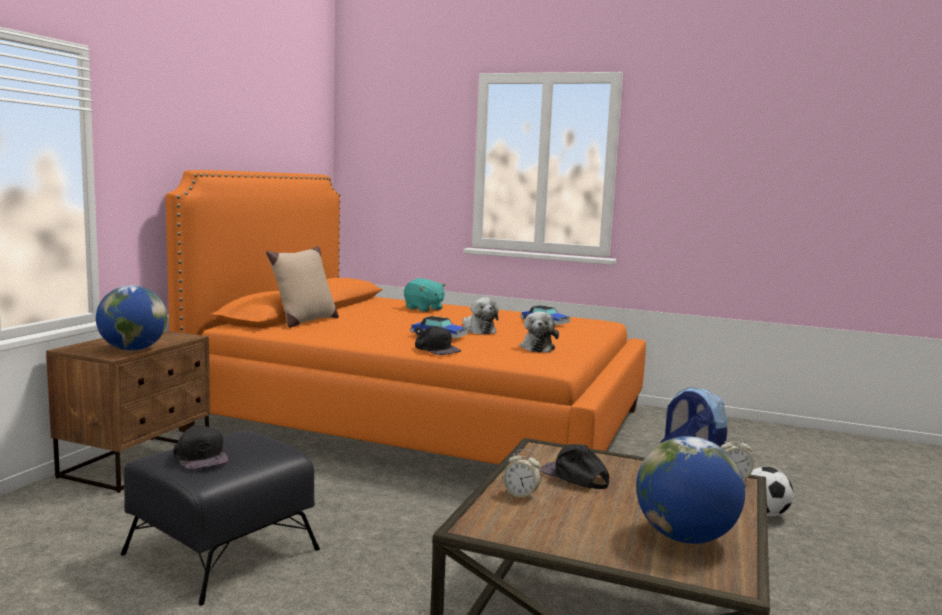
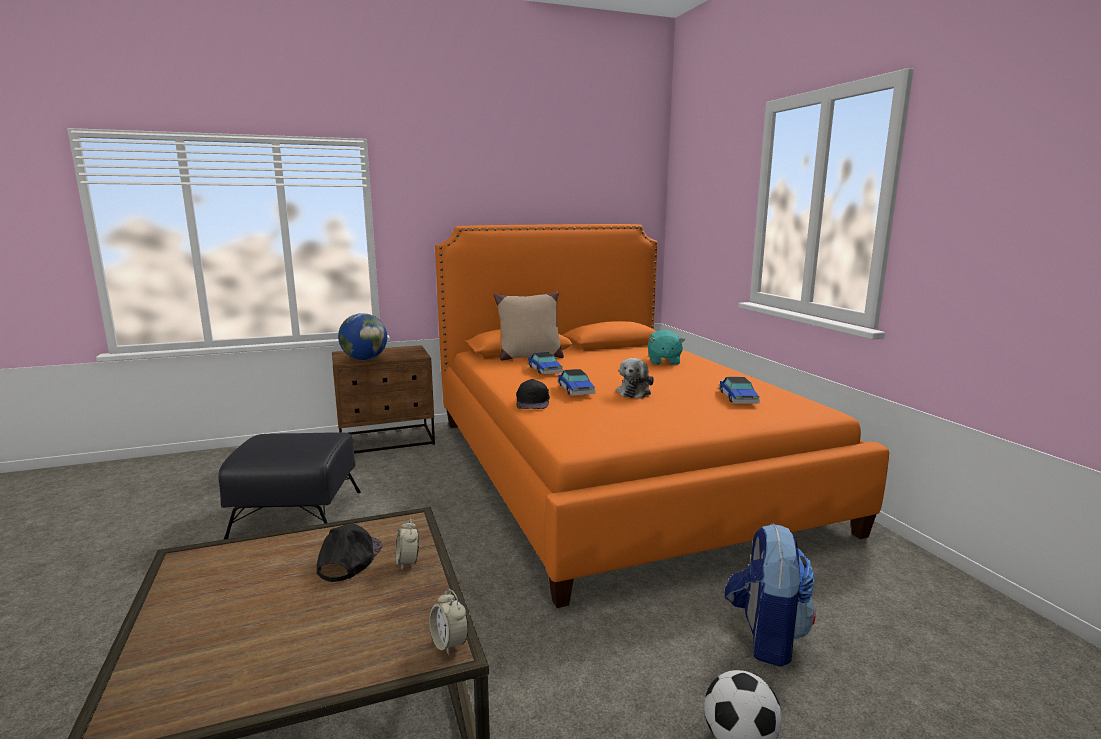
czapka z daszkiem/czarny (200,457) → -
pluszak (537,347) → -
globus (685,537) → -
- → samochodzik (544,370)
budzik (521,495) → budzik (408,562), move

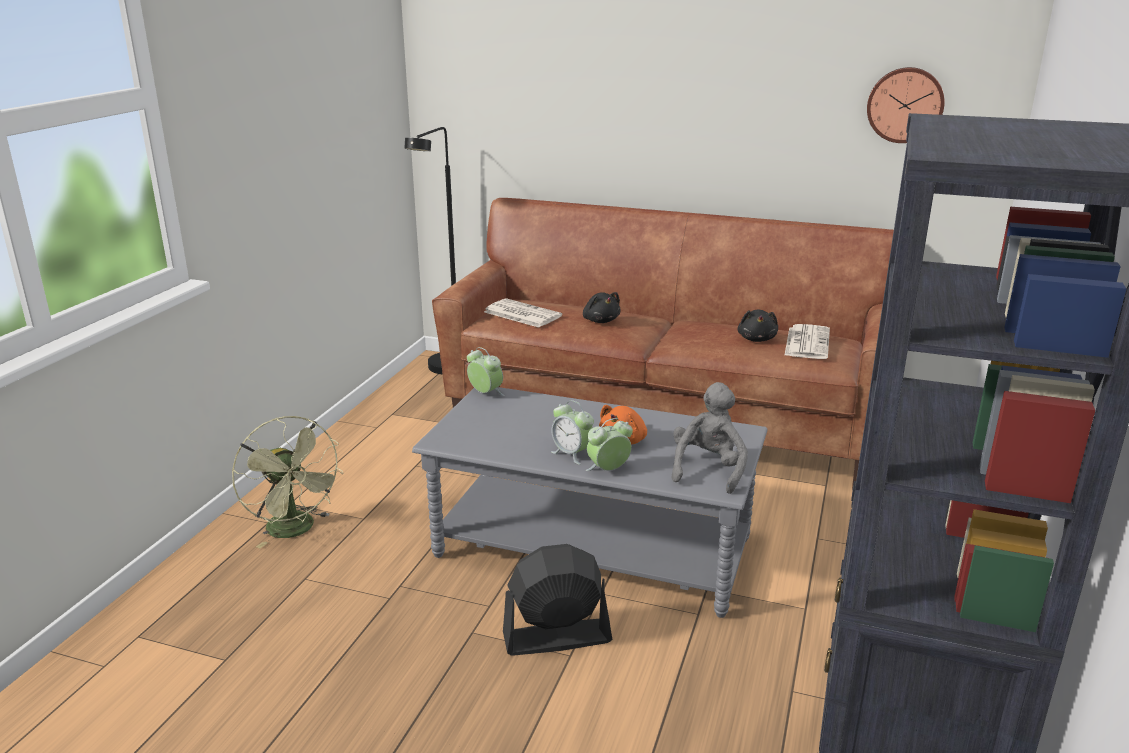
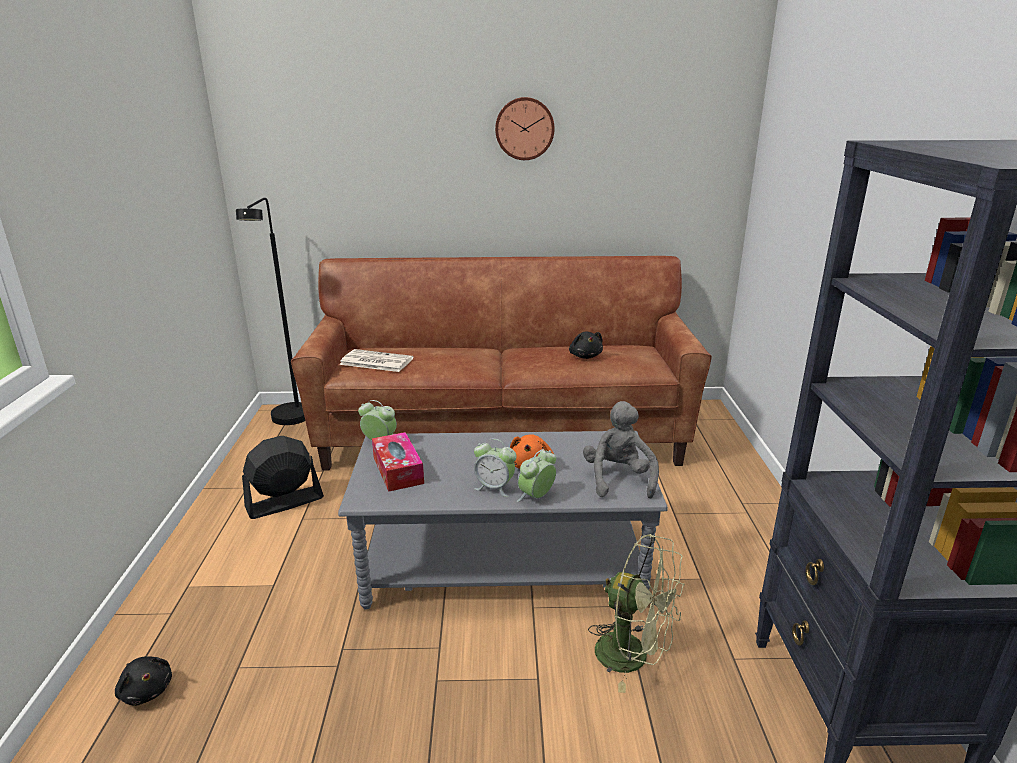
gazeta (806,342) → -
- → pudełko chusteczek (398,470)
wentylator/zielony (296,530) → wentylator/zielony (633,656), move
wentylator/czarny (556,637) → wentylator/czarny (284,502), move
pluszak/czarny (600,320) → pluszak/czarny (146,690), move
zegar ścienny (905,105) → zegar ścienny (524,128), move

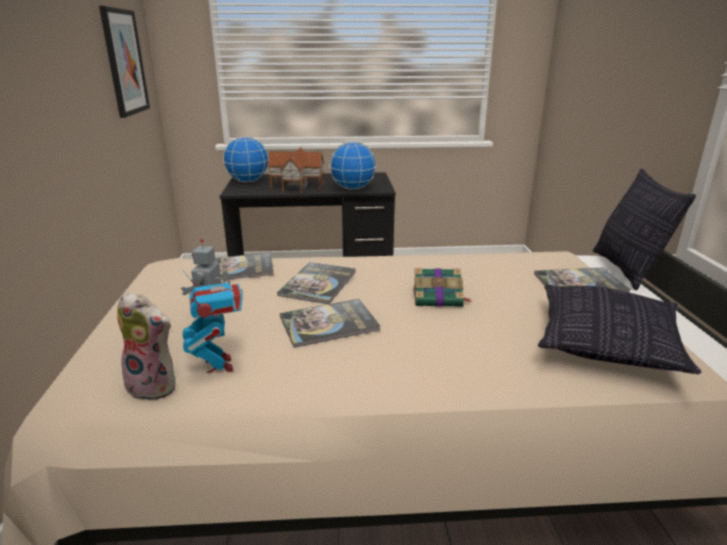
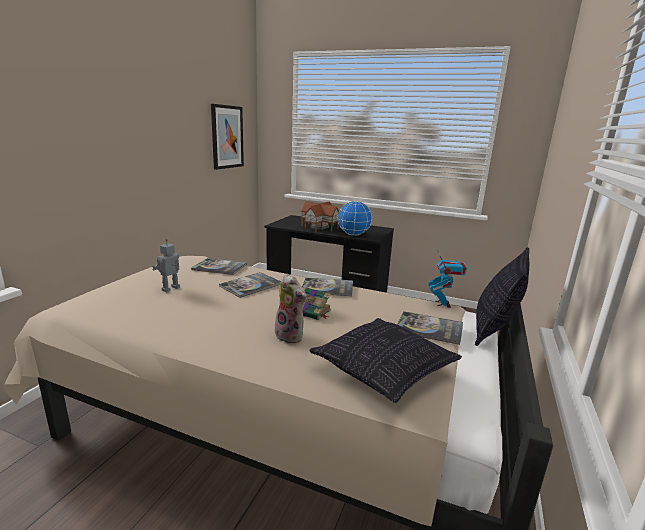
globus (248,181) → -
pluszak (156,385) → pluszak (291,336), move
robot zabawkowy (219,365) → robot zabawkowy (443,304), move
książka (329,323) → książka (327,288), move

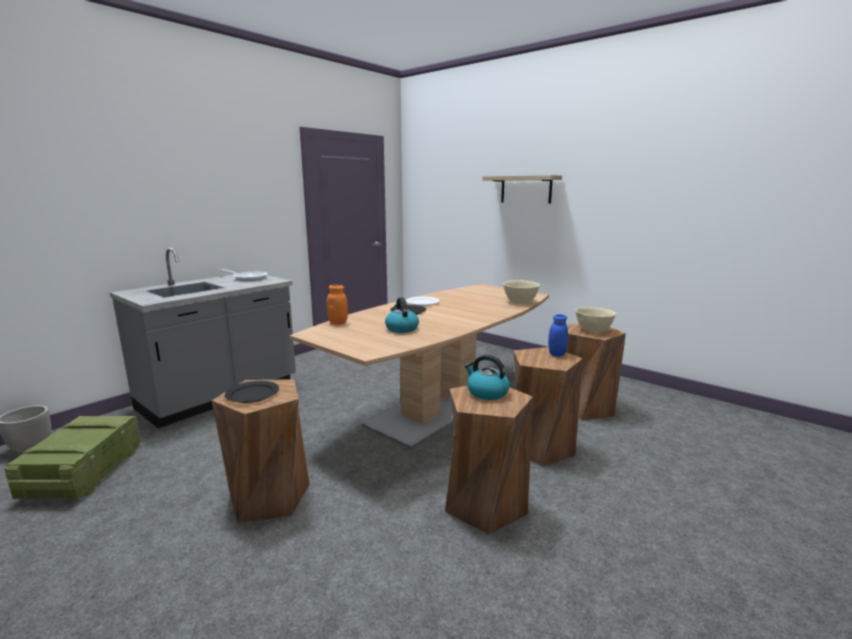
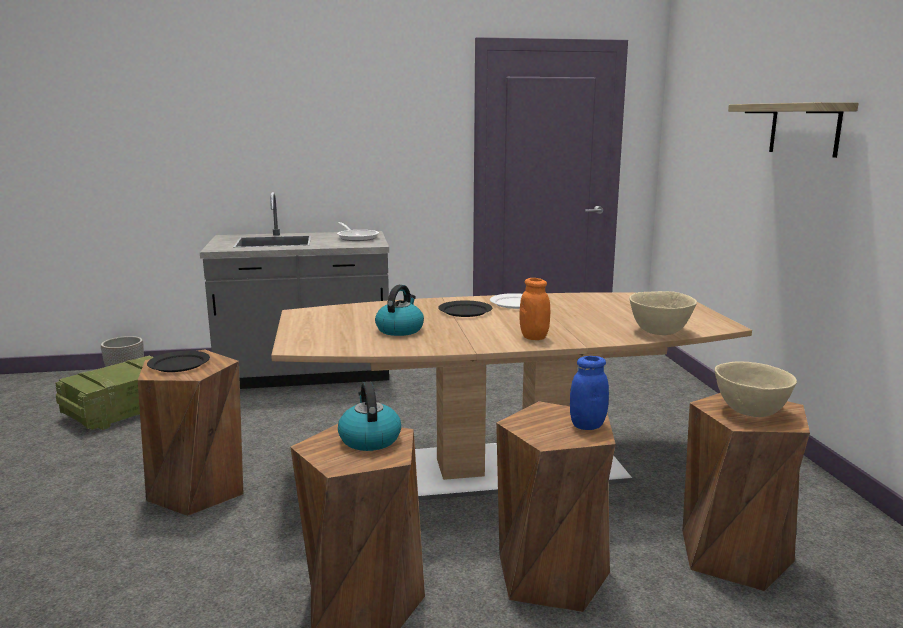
słoik/pomarańczowy (338,323) → słoik/pomarańczowy (534,337), move

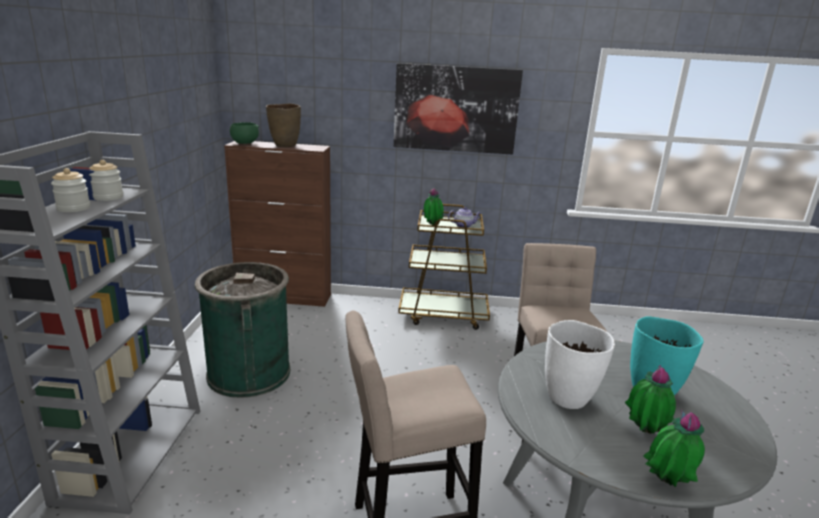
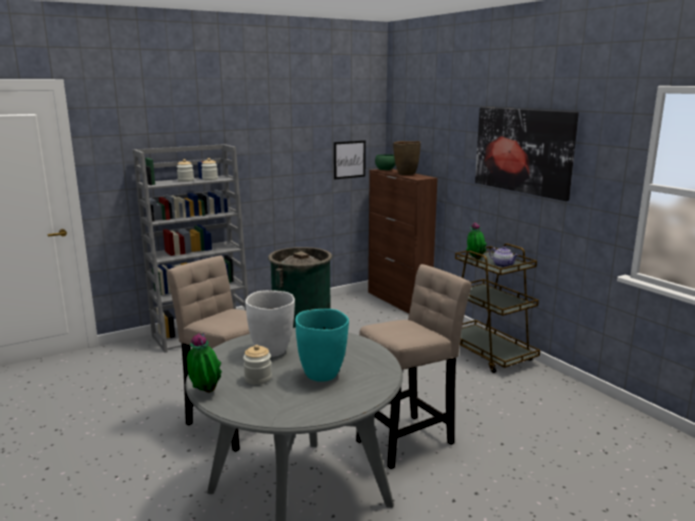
- → obraz (349,159)
roślina doniczkowa (643,433) → słoik (258,378)

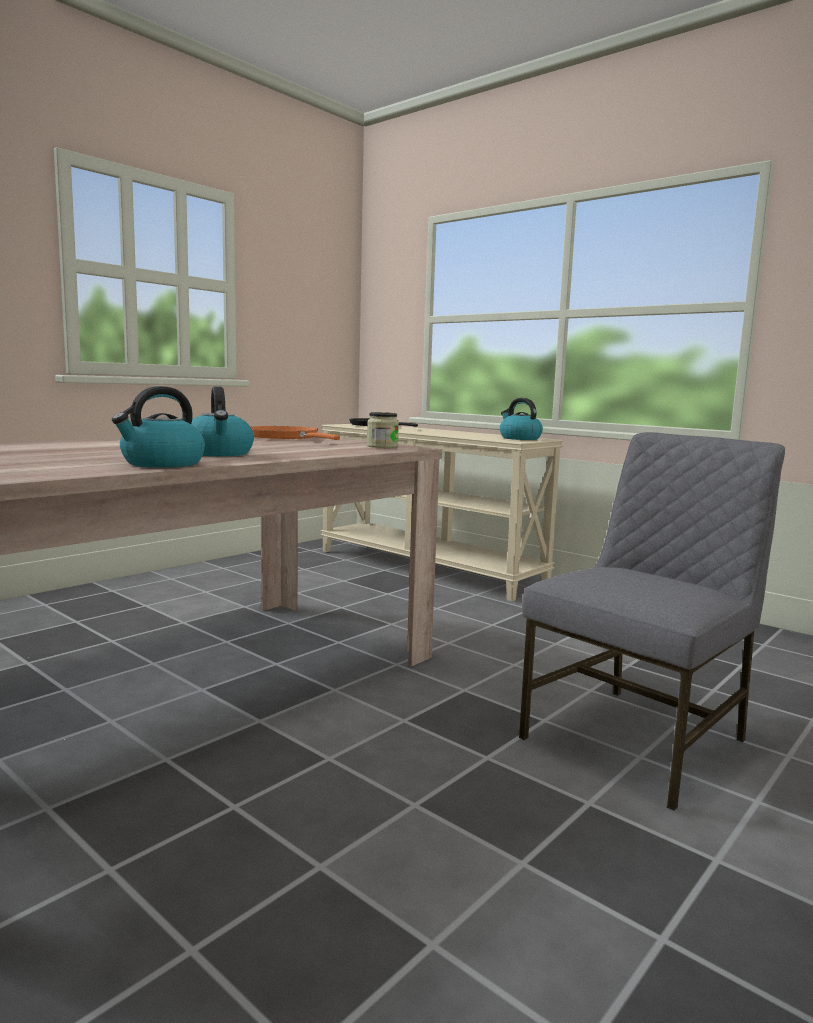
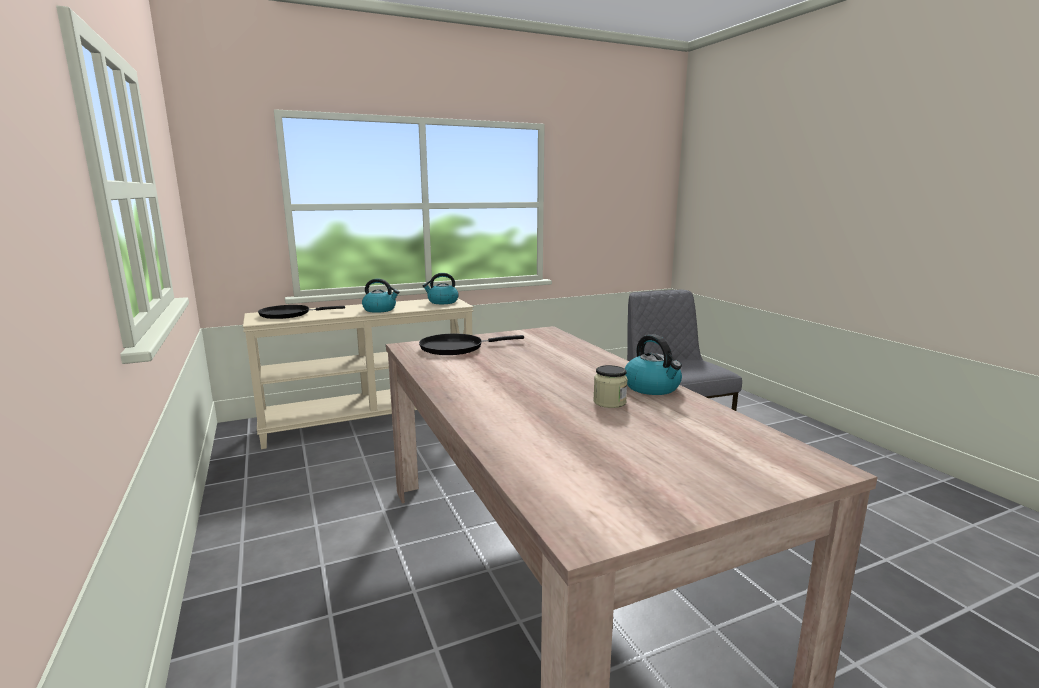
czajnik (219,453) → czajnik (380,309), move
słoik (382,446) → słoik (609,402), move
patelnia/pomarańczowy (285,438) → patelnia/czarny (456,348)

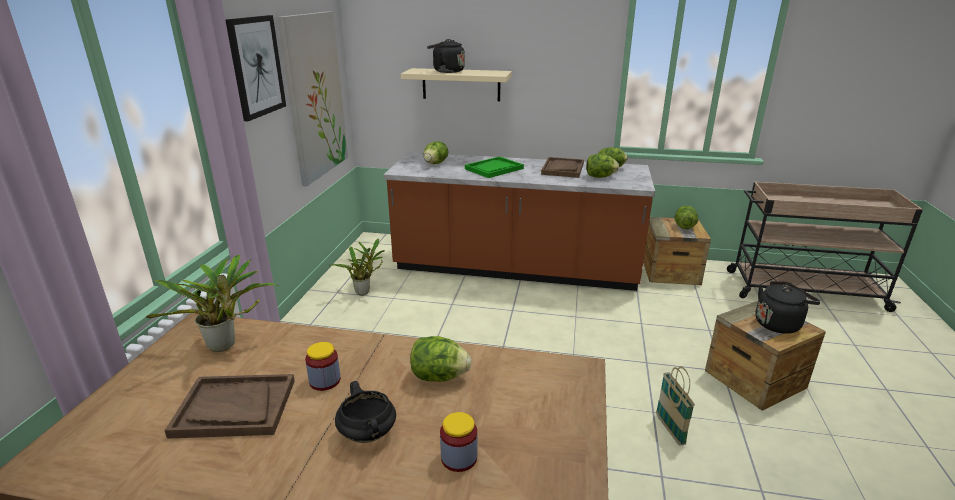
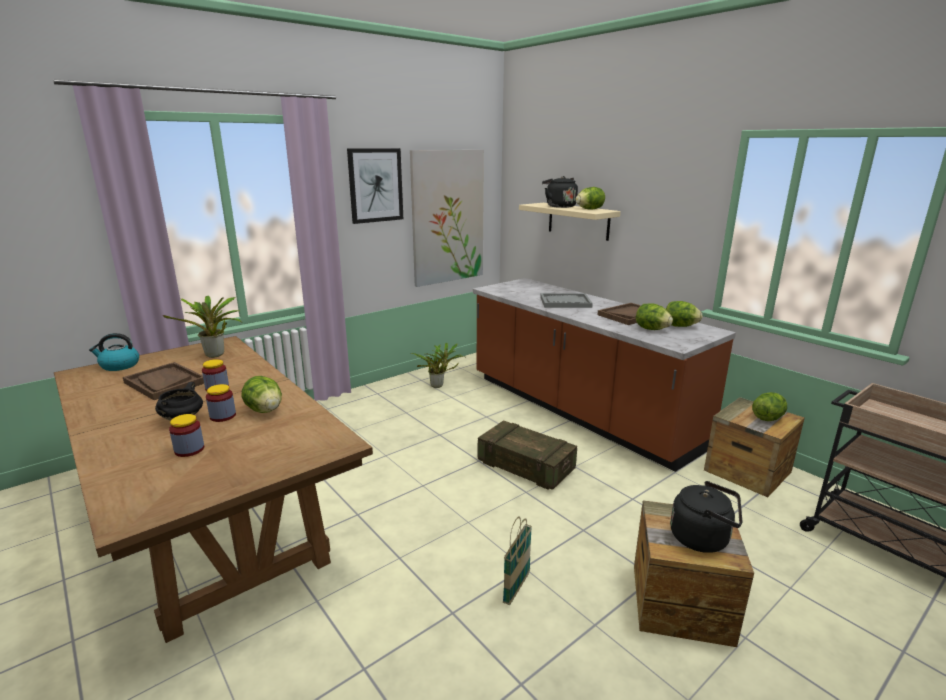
- → czajnik (119,366)
- → słoik (223,416)
- → skrzynka (525,467)
sałata (435,163) → sałata (589,209), move
taca/zielony (494,169) → taca/szary (565,302)

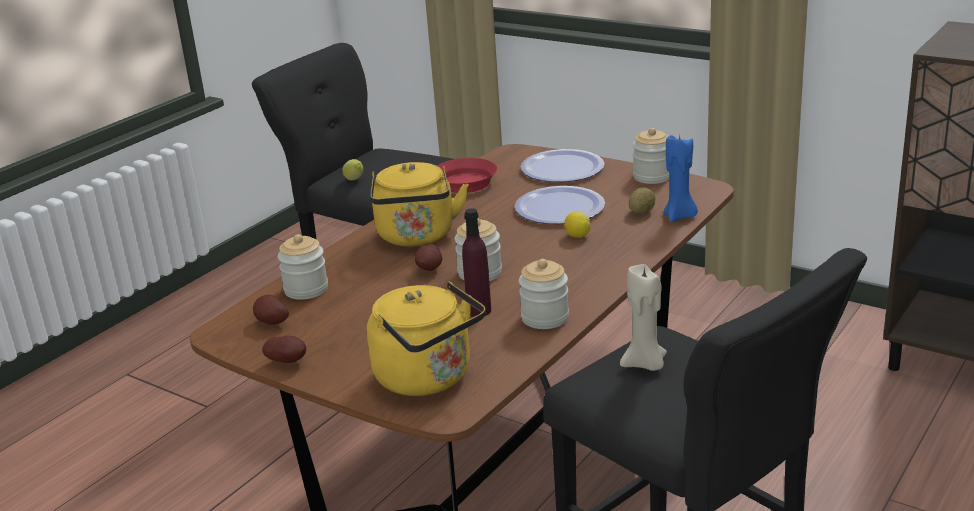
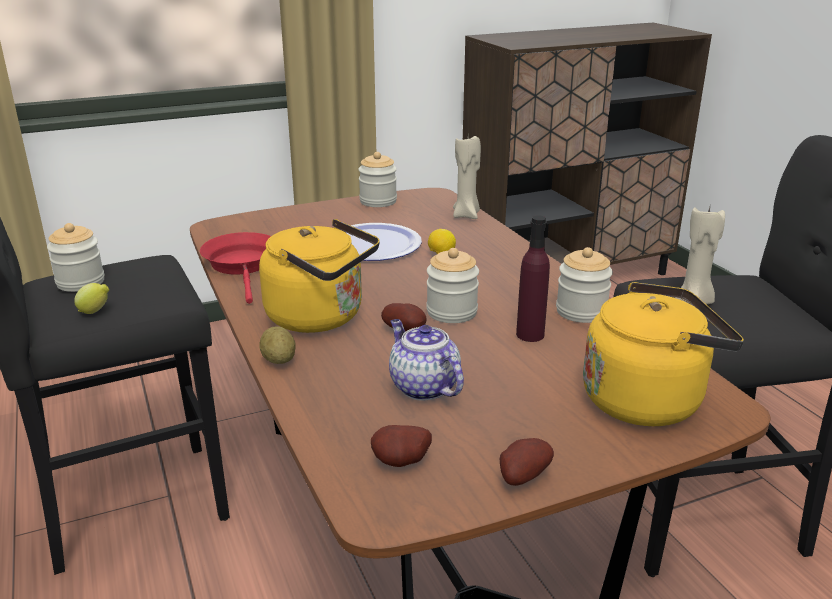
talerz (562,168) → -
- → imbryk (422,387)
słoik (306,289) → słoik (80,282), move
ziemniak (641,212) → ziemniak (279,360), move
świeca/niebieski (679,216) → świeca/beżowy (466,215)

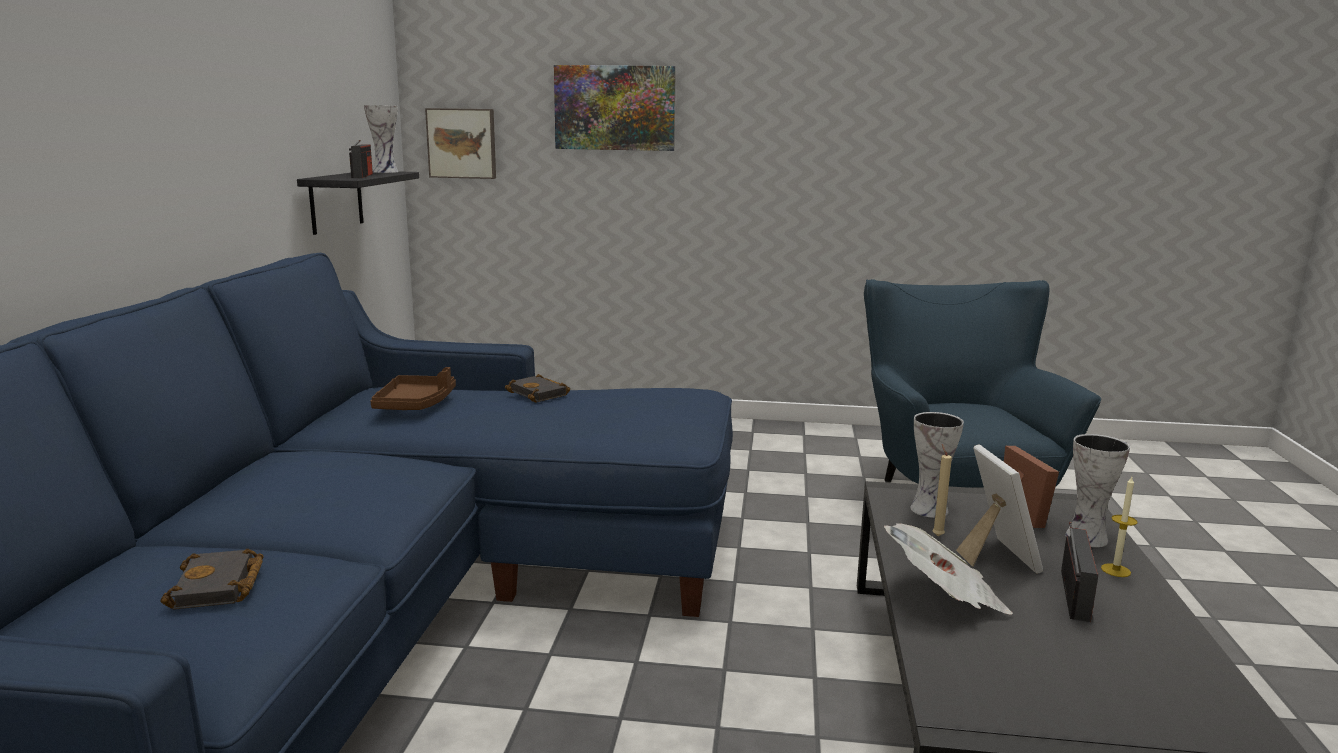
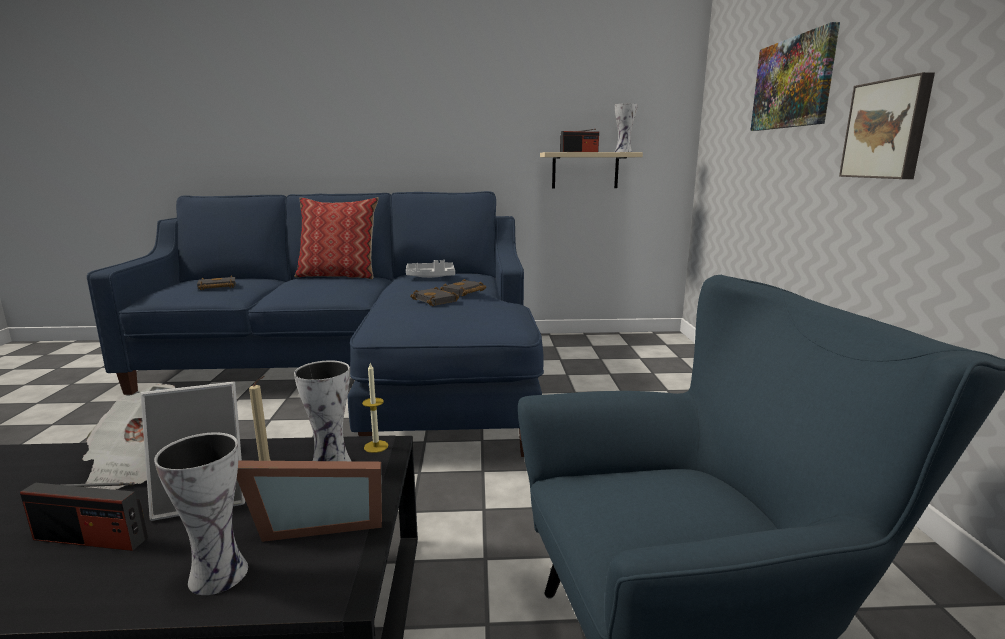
- → poduszka (339,276)
- → książka/czarny (437,300)
obraz (462,143) → obraz (887,129), move
świeca (1115,570) → świeca (376,446), move
półka/czarny (336,201) → półka/beżowy (585,170)
taca/brązowy (416,404) → taca/szary (431,277)

